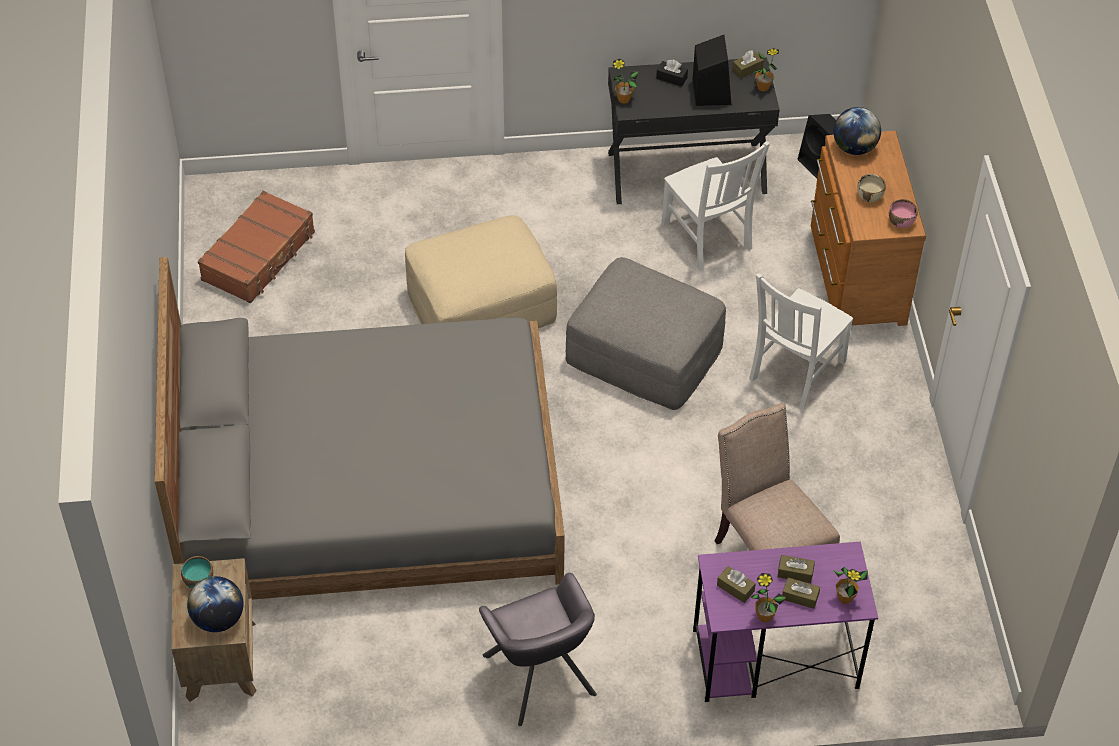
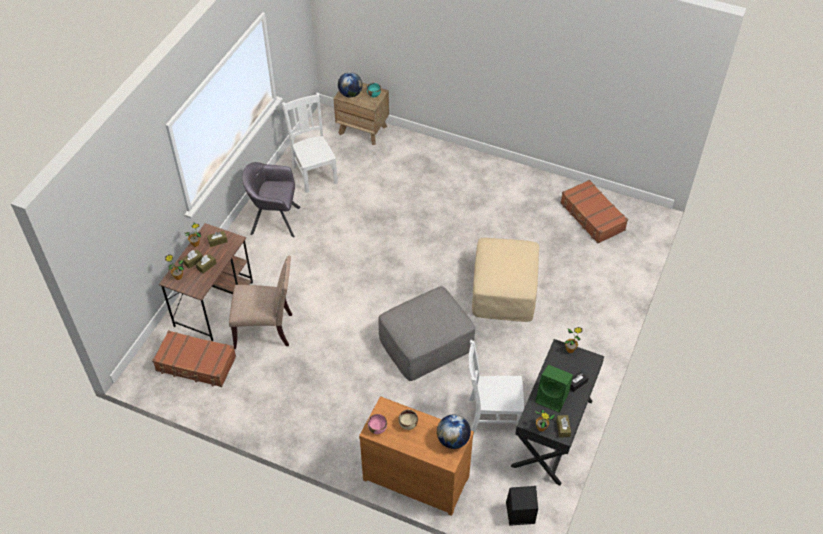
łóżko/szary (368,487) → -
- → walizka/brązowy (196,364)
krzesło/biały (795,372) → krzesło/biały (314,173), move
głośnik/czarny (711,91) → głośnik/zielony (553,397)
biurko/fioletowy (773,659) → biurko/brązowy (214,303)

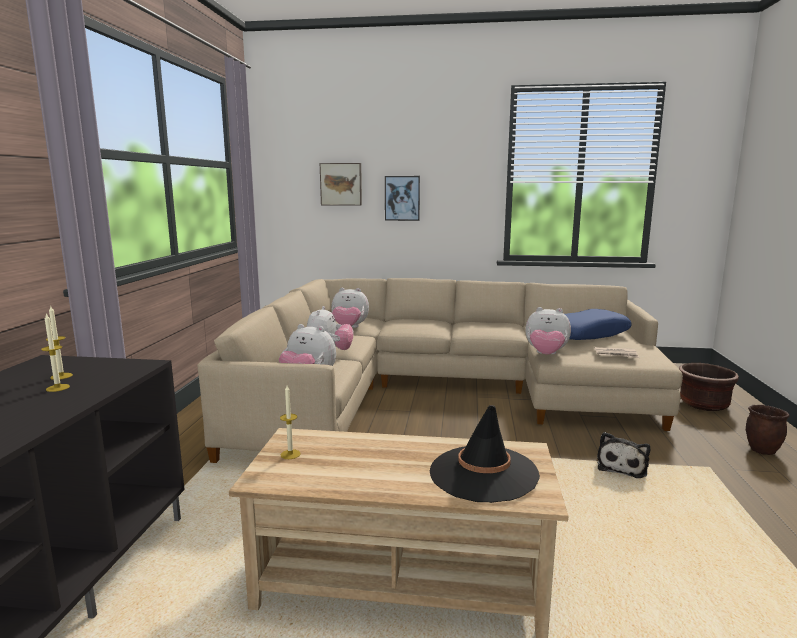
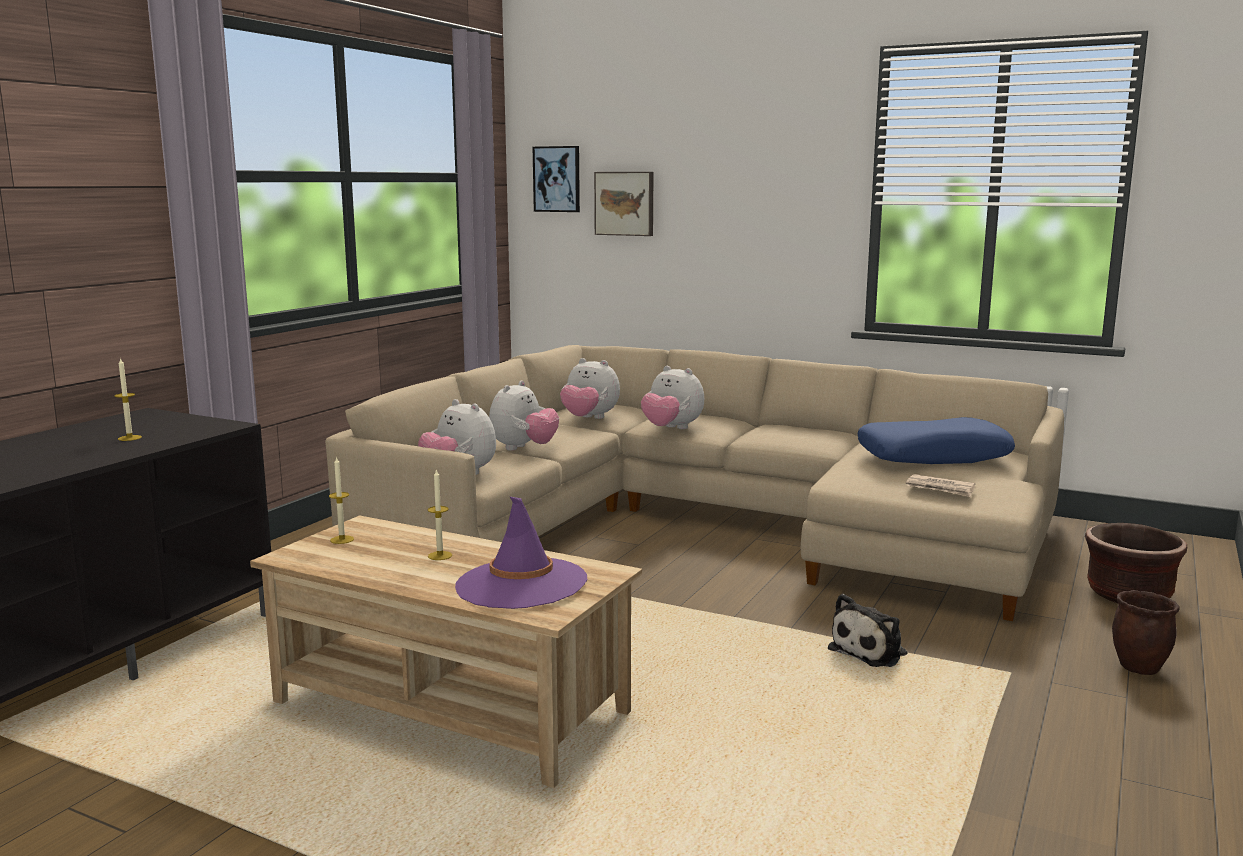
świeca (61,376) → świeca (440,555), move
obraz (402,198) → obraz (557,179), move
pluszak (546,354) → pluszak (671,429), move
kapelusz/czarny (483,473) → kapelusz/fioletowy (521,584)

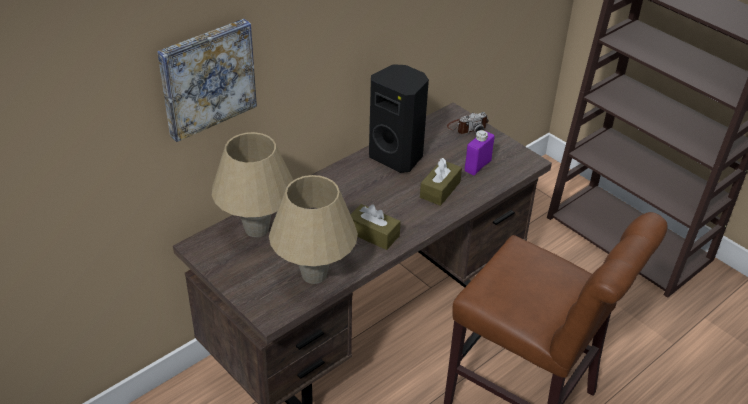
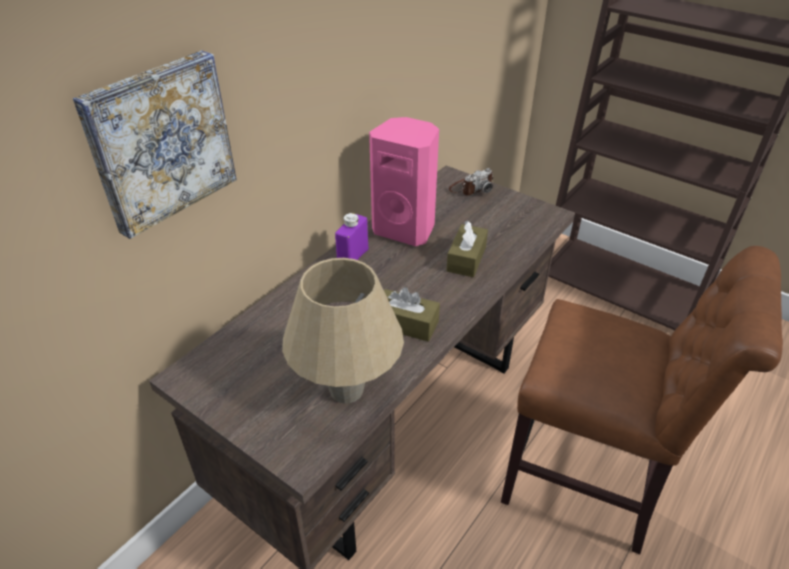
lampa stołowa/beżowy (256,229) → -
butelka/fioletowy (477,166) → butelka/fioletowy (353,257), move
głośnik/czarny (397,157) → głośnik/różowy (405,229)

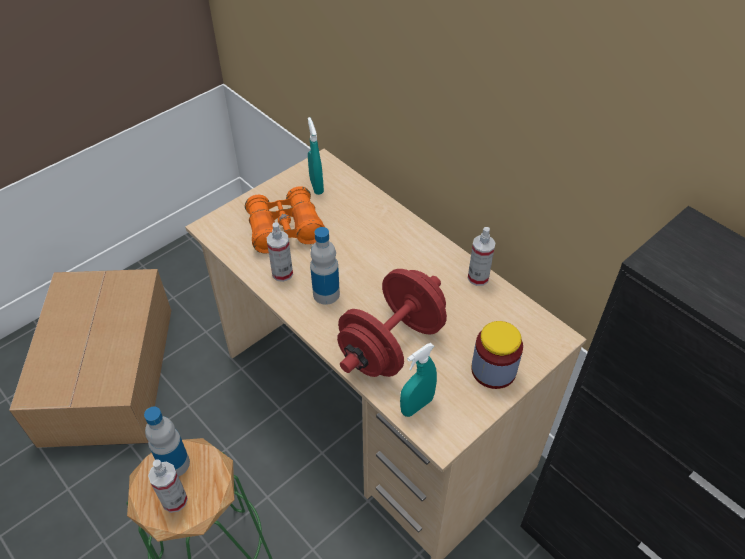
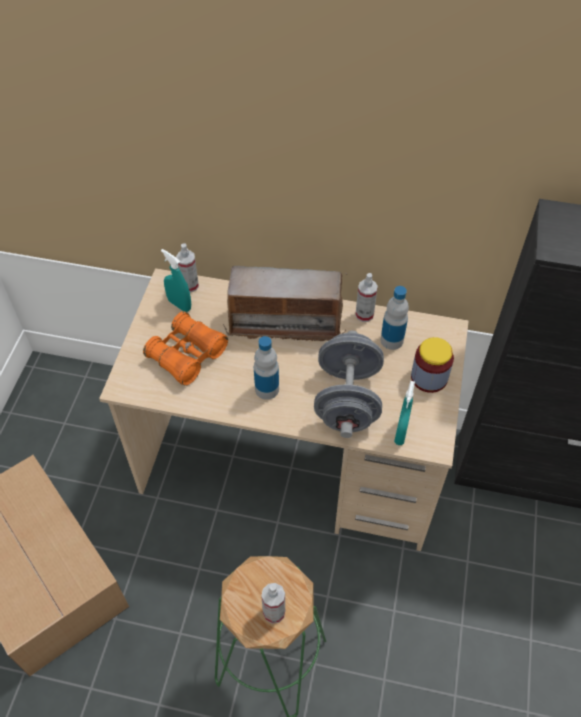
- → radio (286,322)
butelka (174,464) → butelka (391,340), move
spryskiwacz (282,273) → spryskiwacz (190,285), move
hantel/czerwony (391,344) → hantel/szary (347,400)

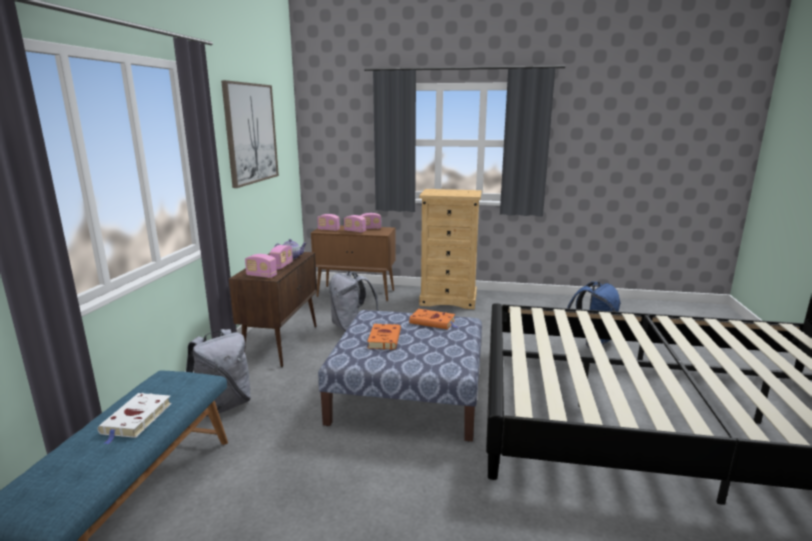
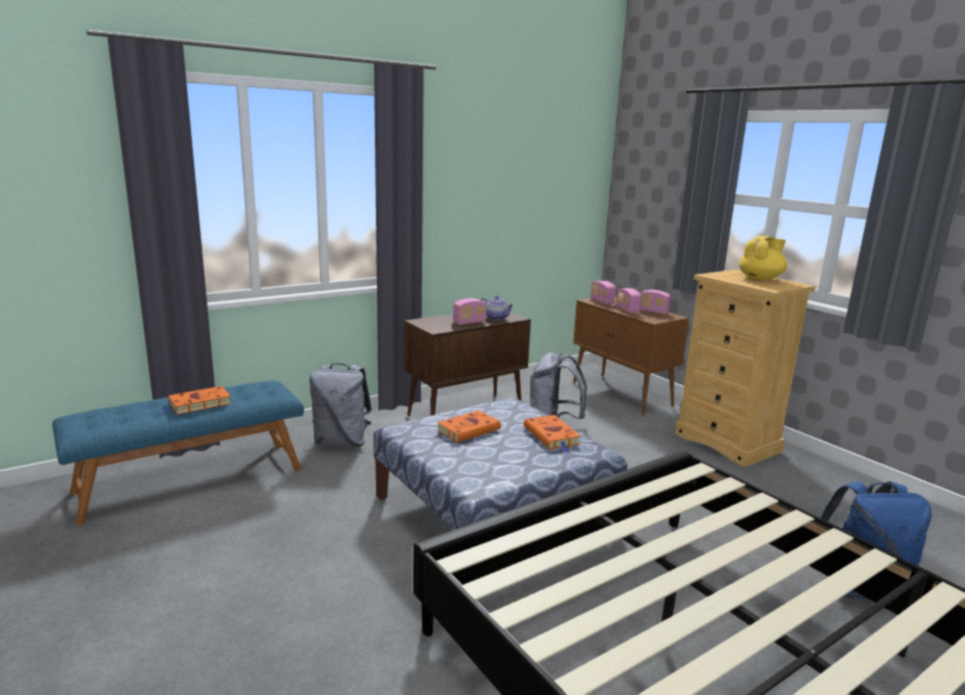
obraz (251,133) → -
radio (261,276) → -
- → imbryk/żółty (761,279)
książka/biały (136,420) → książka/pomarańczowy (198,404)

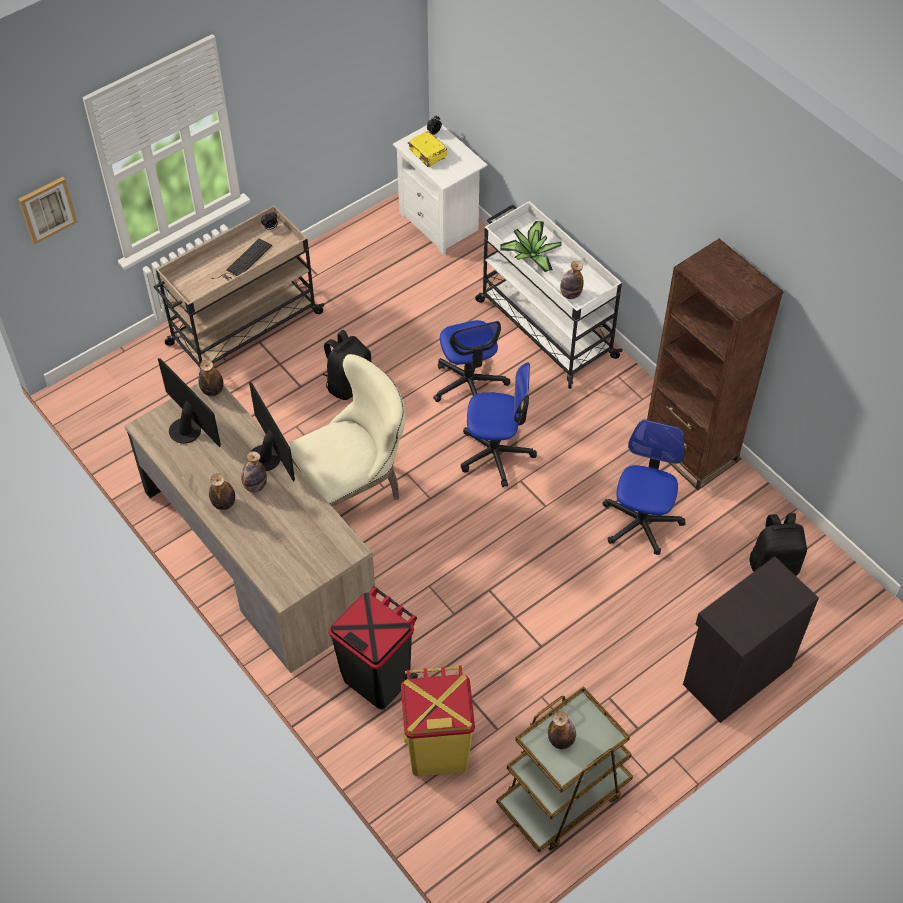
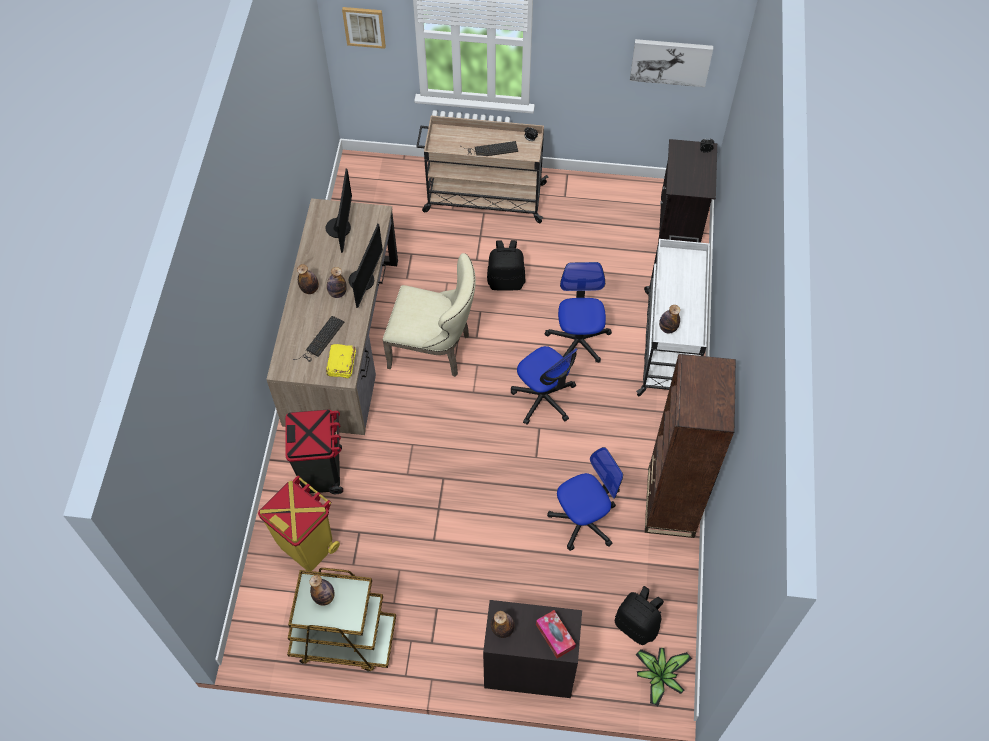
- → klawiatura (321,340)
- → pudełko chusteczek (555,636)
- → obraz (670,61)
butelka (213,391) → butelka (502,629), move
książka/żółty (428,154) → książka/żółty (341,364), move
roślina doniczkowa (531,255) → roślina doniczkowa (659,675), move
szafka nocna/biały (441,223) → szafka nocna/czarny (681,221)
krzesło biurowe (469,384) → krzesło biurowe (578,340), 150 degrees clockwise

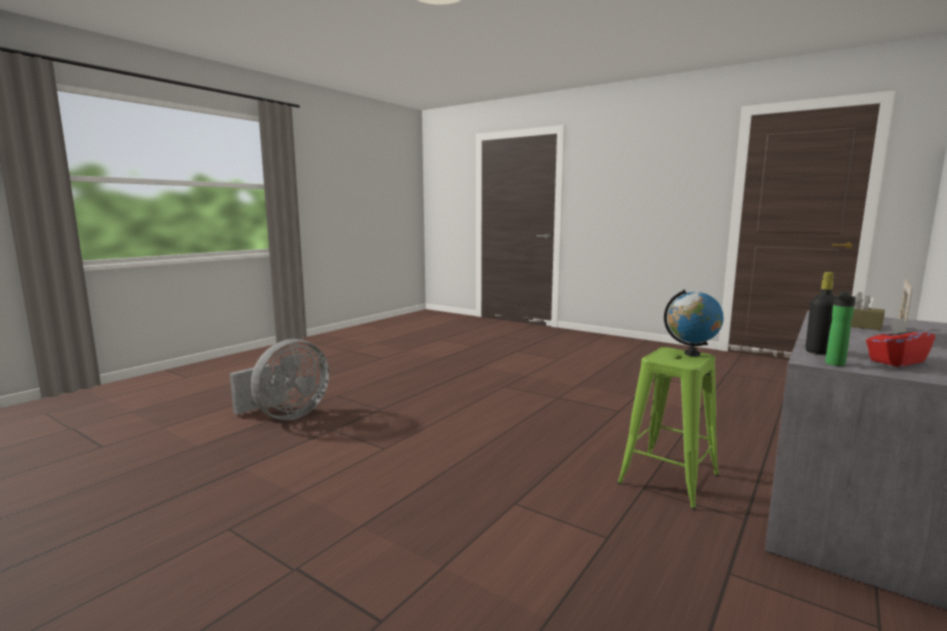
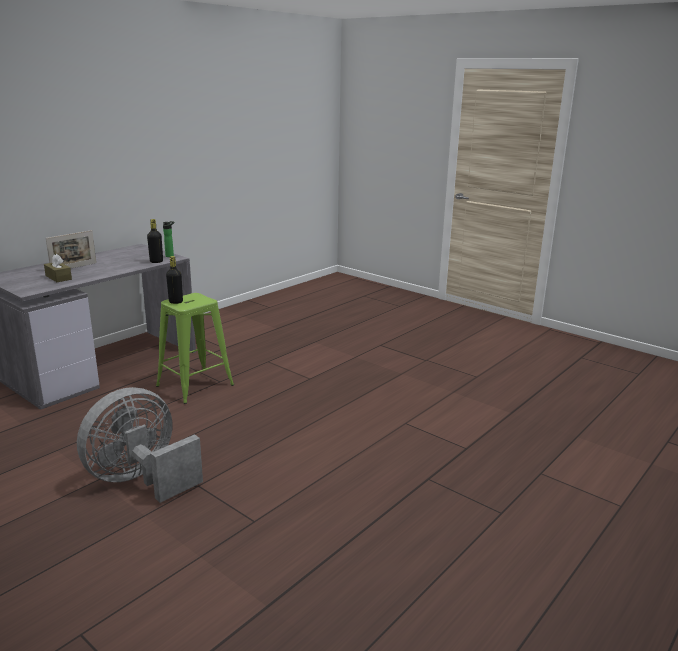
pudełko chusteczek/czerwony (896,361) → -
wentylator/szary (286,416) → wentylator/szary (141,480), move
globus (692,354) → butelka/czarny (176,302)

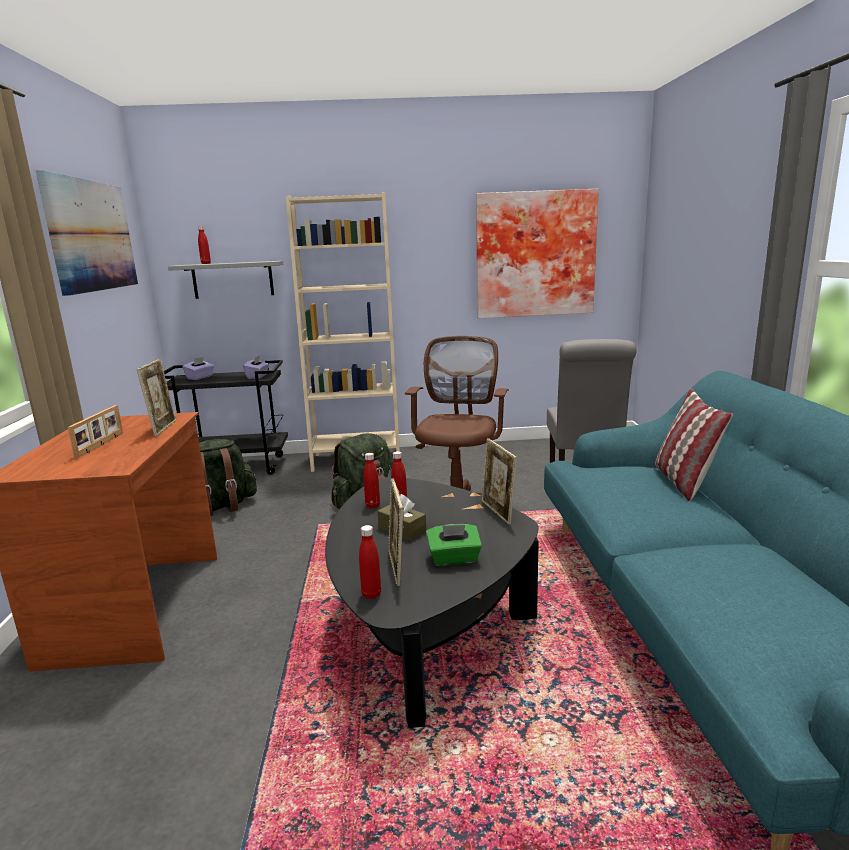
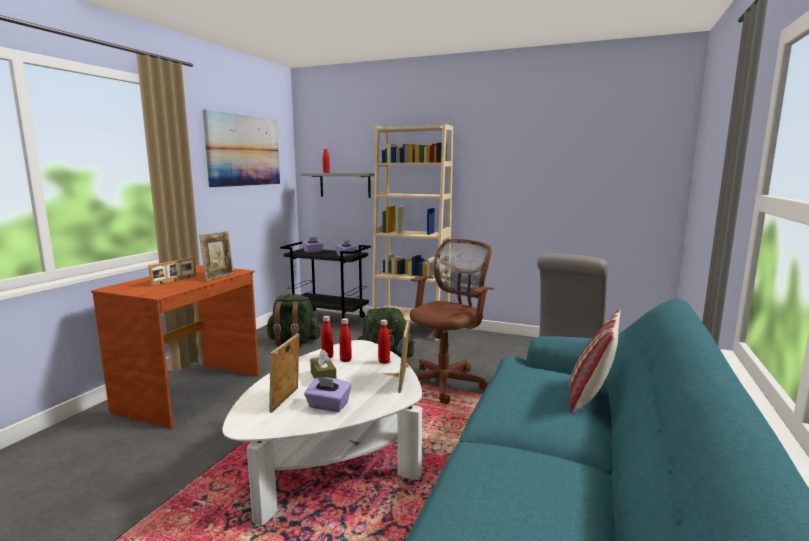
obraz (534,254) → -
butelka/czerwony (371,594) → butelka/czerwony (384,361), move
ława/czarny (425,624) → ława/biały (336,457)
pudełko chusteczek/zielony (454,559) → pudełko chusteczek/fioletowy (328,406)

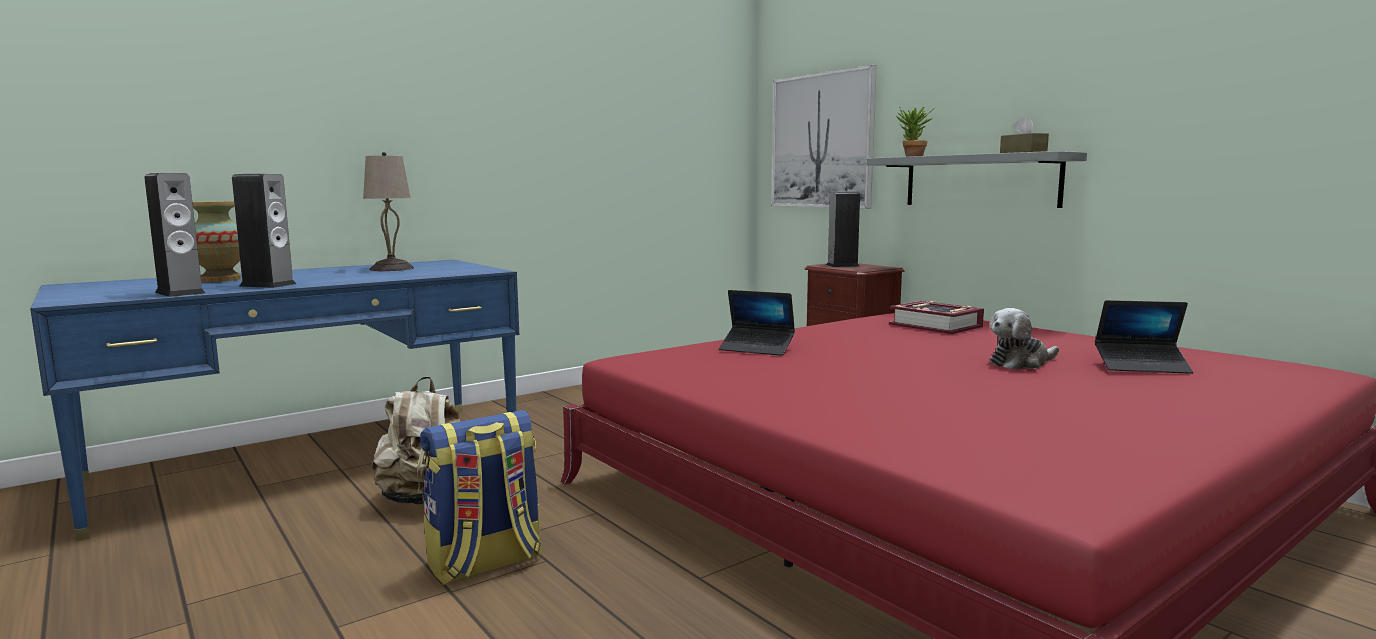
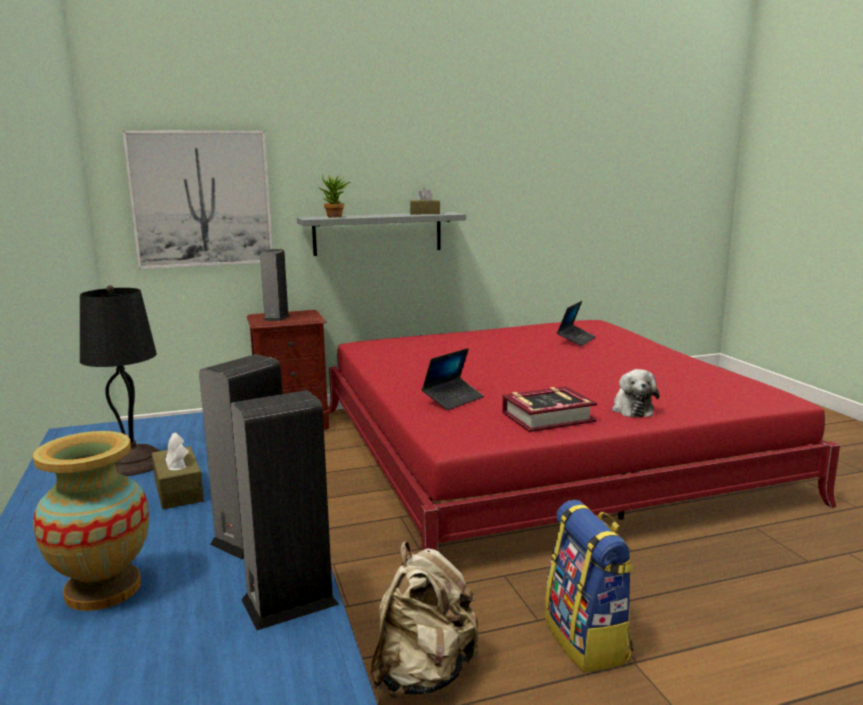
- → pudełko chusteczek/brązowy (178,490)
książka (936,326) → książka (547,417), move
pluszak (1020,363) → pluszak (631,409), move
lampa stołowa/beżowy (391,269) → lampa stołowa/czarny (133,463)

